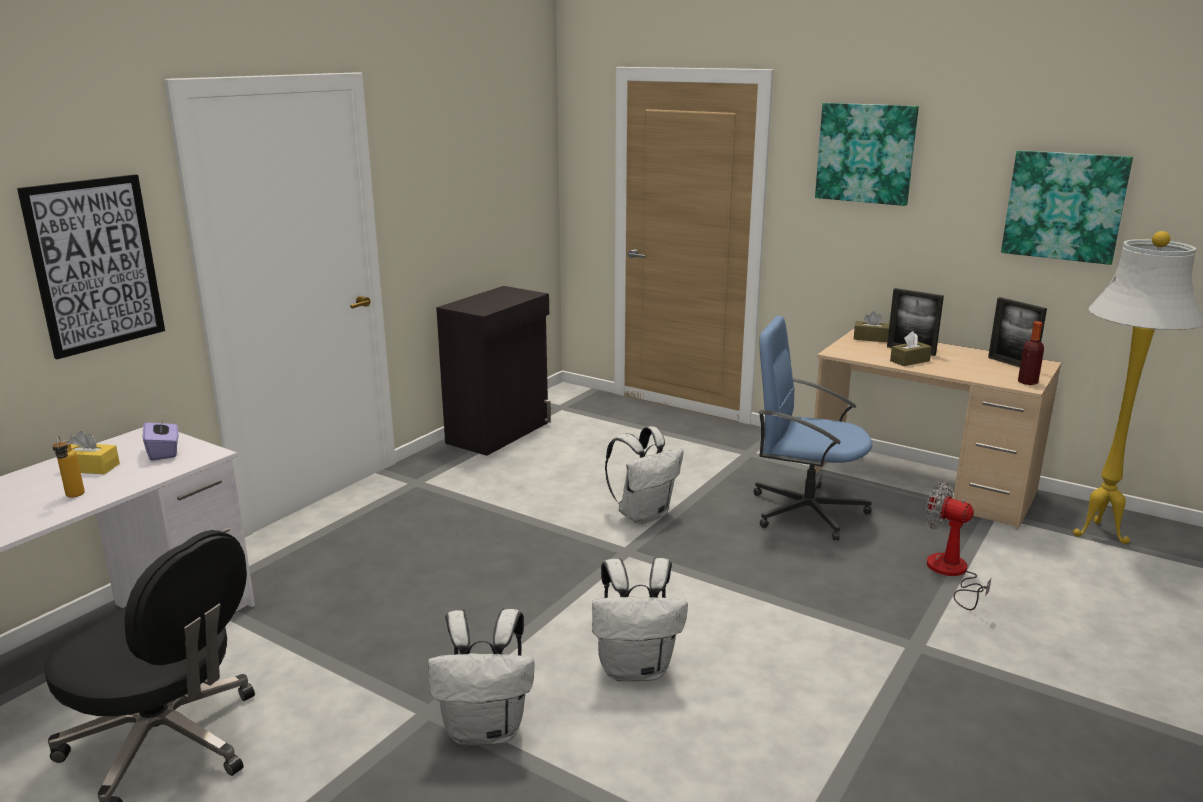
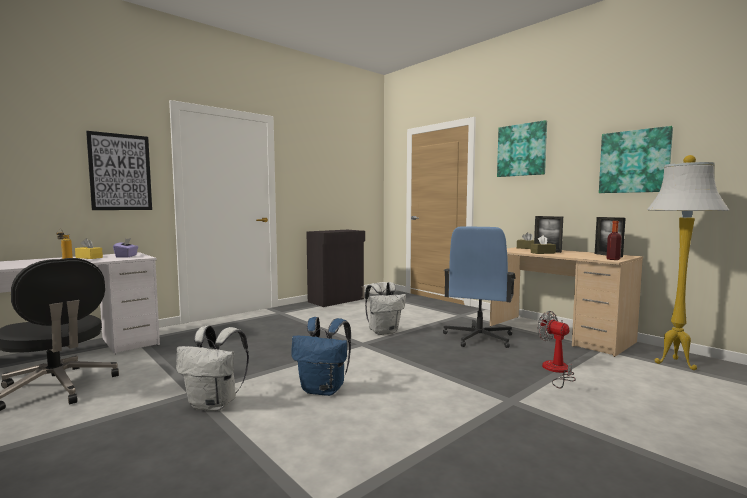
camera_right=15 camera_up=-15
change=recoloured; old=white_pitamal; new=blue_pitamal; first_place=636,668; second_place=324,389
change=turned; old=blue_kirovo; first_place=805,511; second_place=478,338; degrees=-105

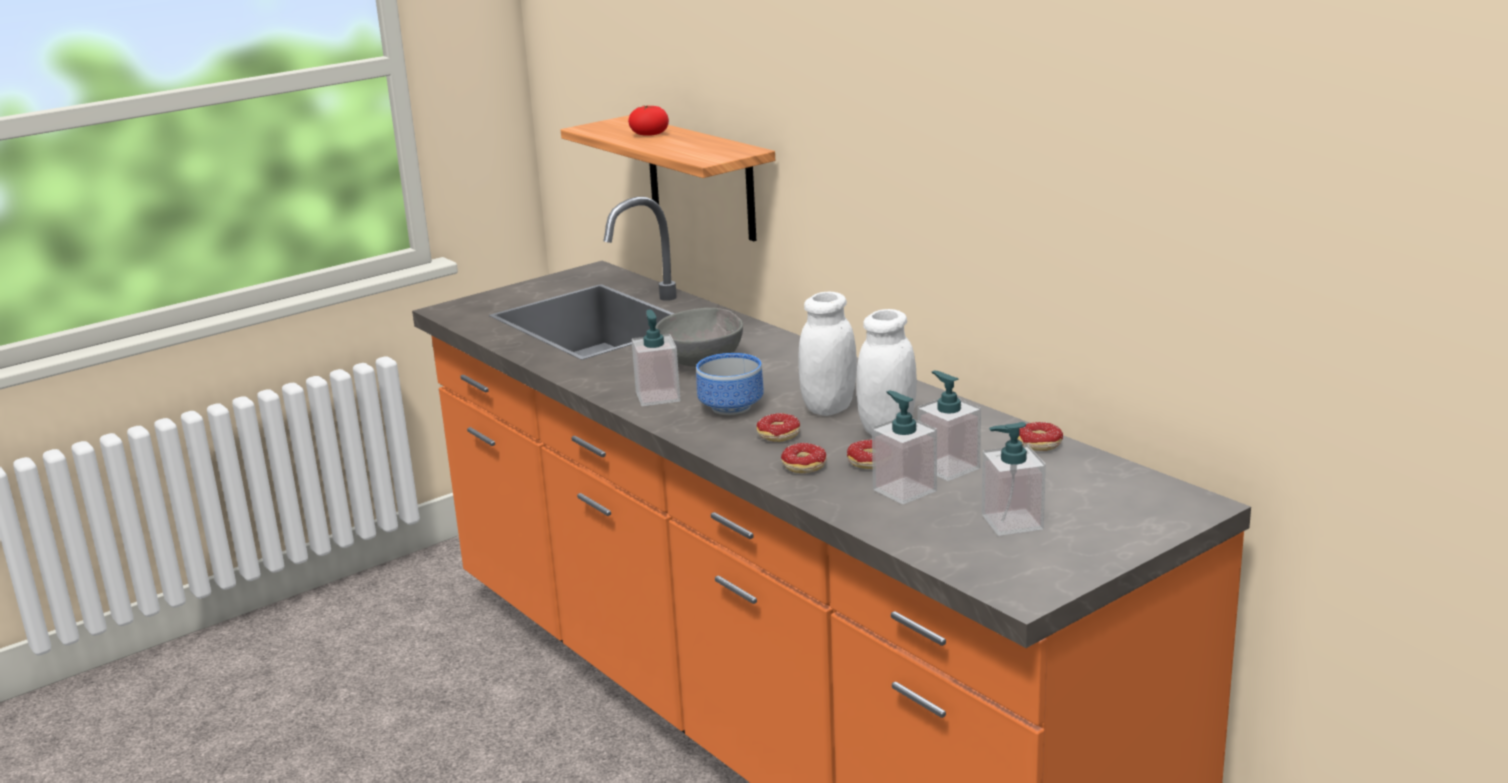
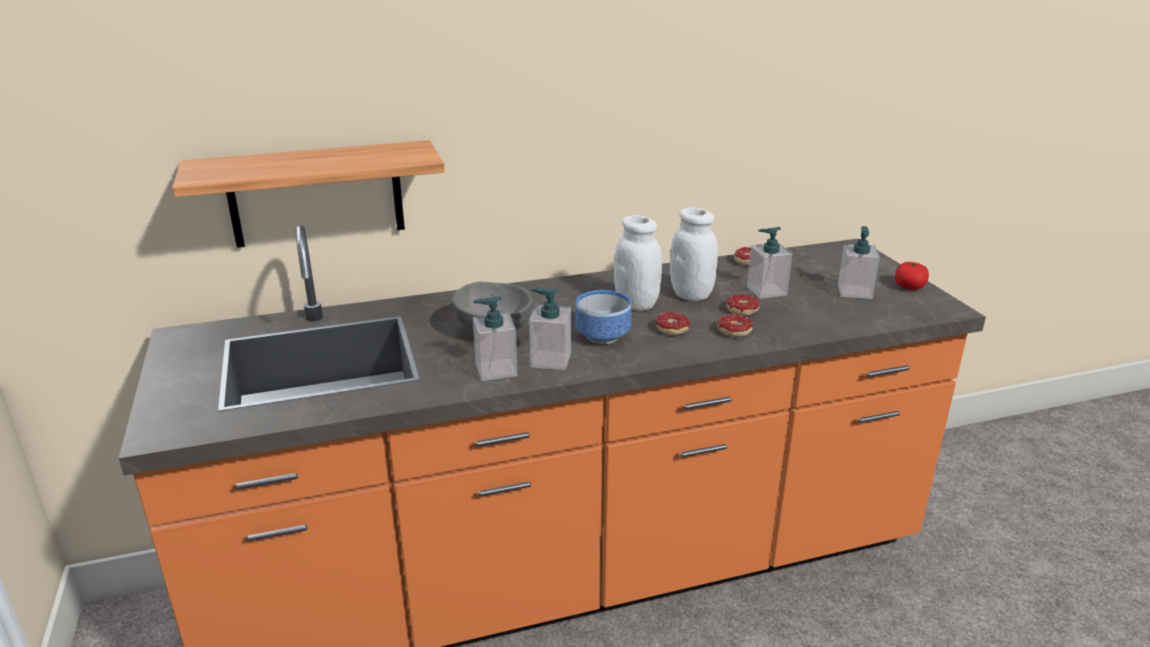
camera_right=-70 camera_up=5
change=moved; old=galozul; first_place=649,134; second_place=909,286
change=moved; old=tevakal; first_place=904,490; second_place=495,370

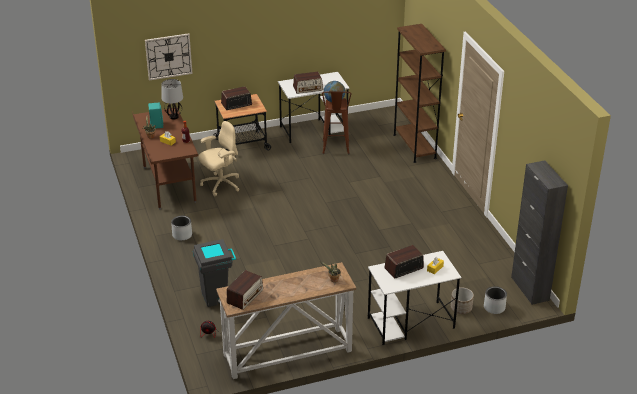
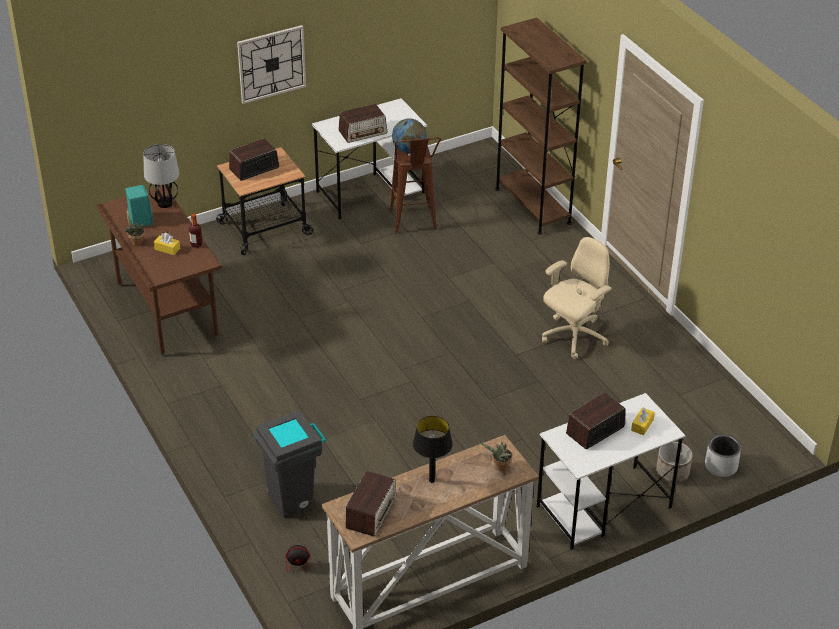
camera_right=-10 camera_up=5
change=removed; old=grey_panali; first_place=182,235
change=removed; old=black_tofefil; first_place=530,289
change=added; new=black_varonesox; second_place=432,480
change=moved; old=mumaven; first_place=168,56; second_place=271,64
change=moved; old=beige_kirovo; first_place=220,185; second_place=573,337

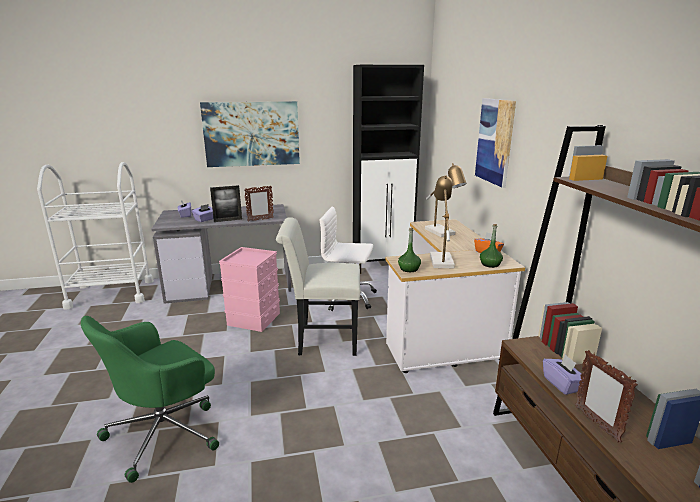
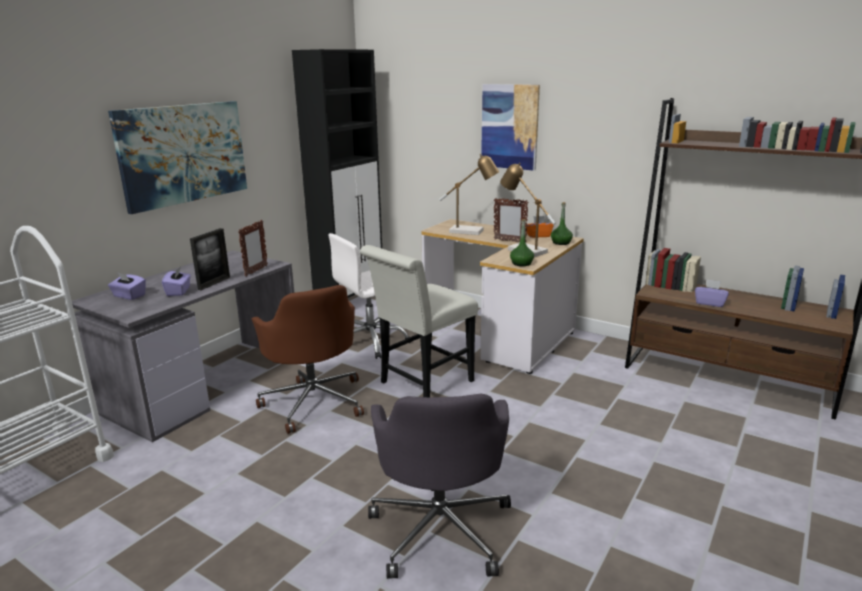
camera_right=-45 camera_up=0
change=moved; old=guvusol; first_place=596,424; second_place=509,241
change=replaced; old=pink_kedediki; new=brown_kirovo; first_place=253,319; second_place=314,401
change=recoloured; old=green_kirovo; new=grey_kirovo; first_place=166,432; second_place=441,528

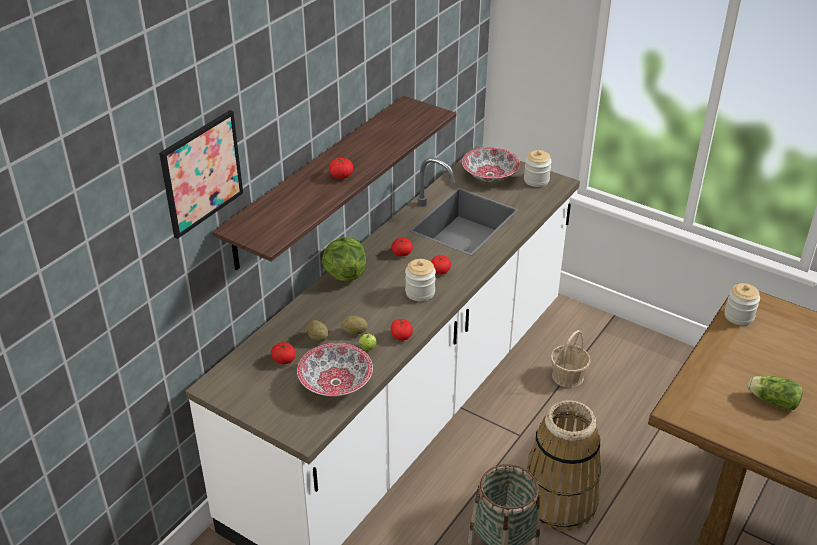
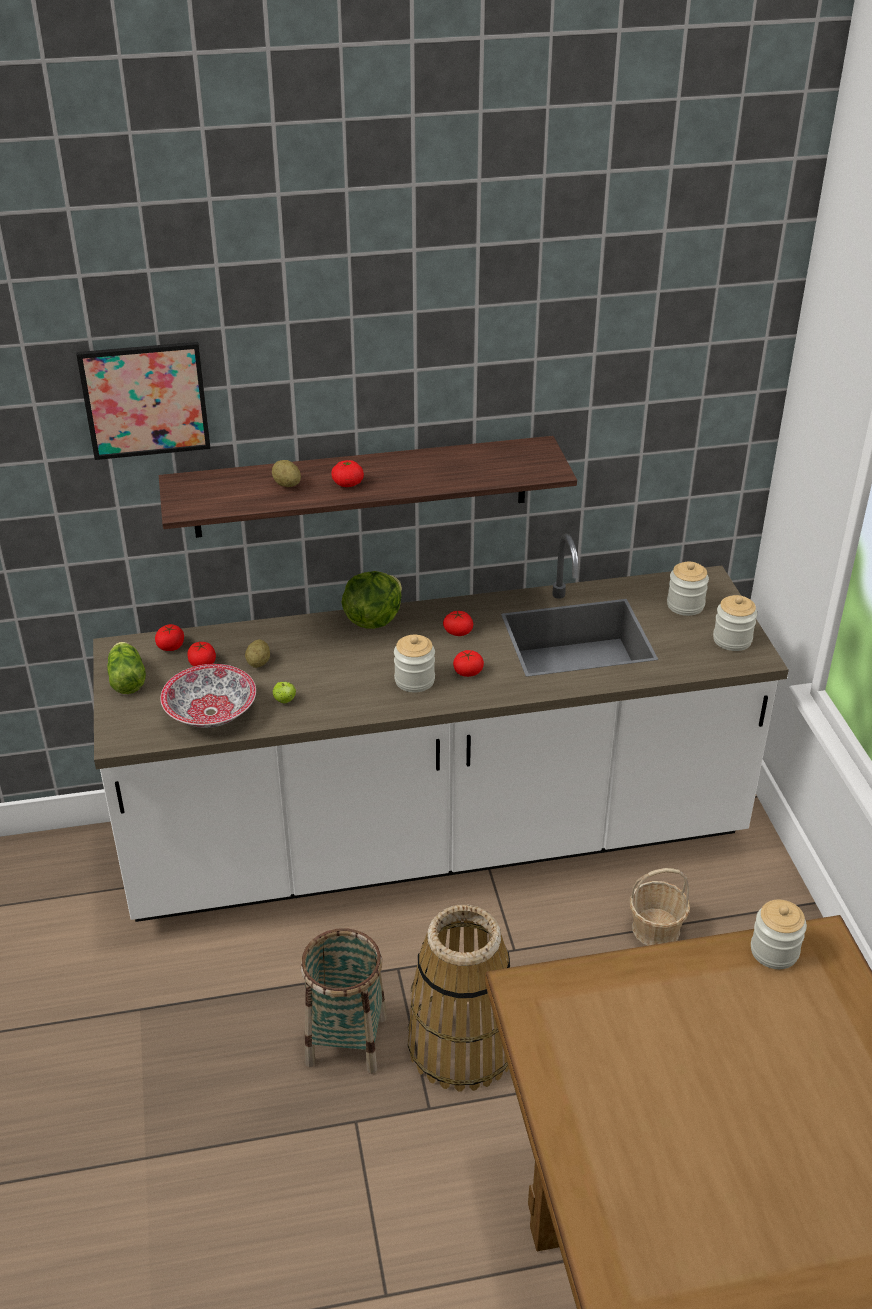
camera_right=45 camera_up=0
change=moved; old=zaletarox; first_place=354,332; second_place=287,484
change=moved; old=galozul; first_place=401,336; second_place=171,646
change=moved; old=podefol; first_place=771,400; second_place=127,678
change=replaced; old=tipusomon; new=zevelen; first_place=490,175; second_place=685,605

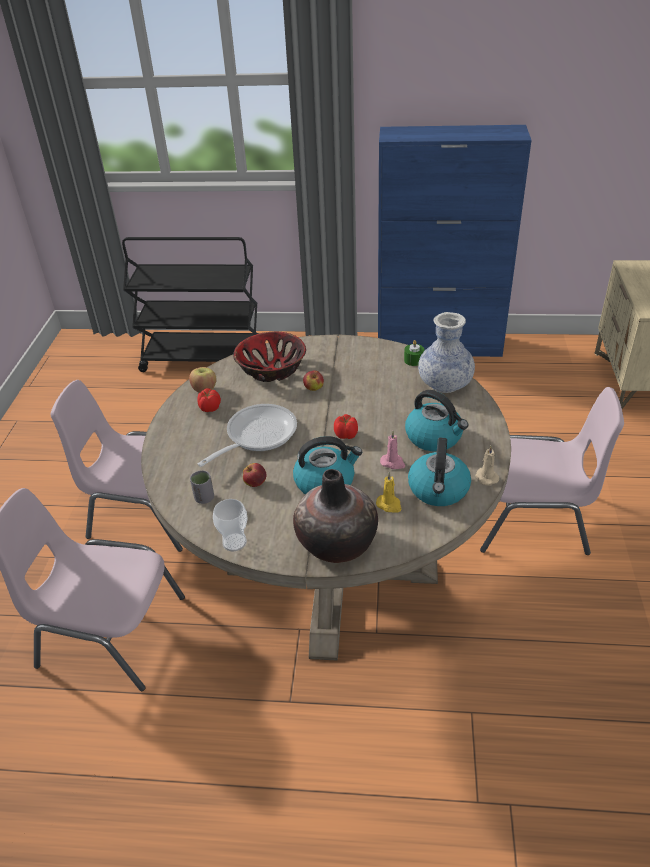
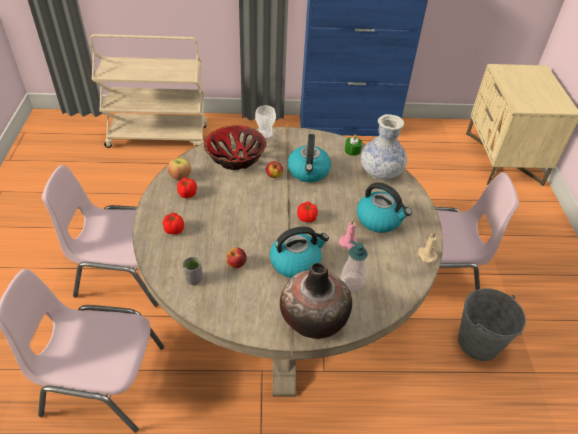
camera_right=-10 camera_up=5
change=removed; old=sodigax; first_place=256,436
change=added; new=galozul; second_place=174,229
change=added; new=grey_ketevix; second_place=478,342
change=moved; old=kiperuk; first_place=234,542; second_place=265,134
change=moved; old=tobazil; first_place=438,490; second_place=308,172
change=replaced; old=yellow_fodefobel; new=tevakal; first_place=389,505; second_place=352,282
change=recoloured; old=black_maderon; new=beige_maderon; first_place=203,359; second_place=159,136

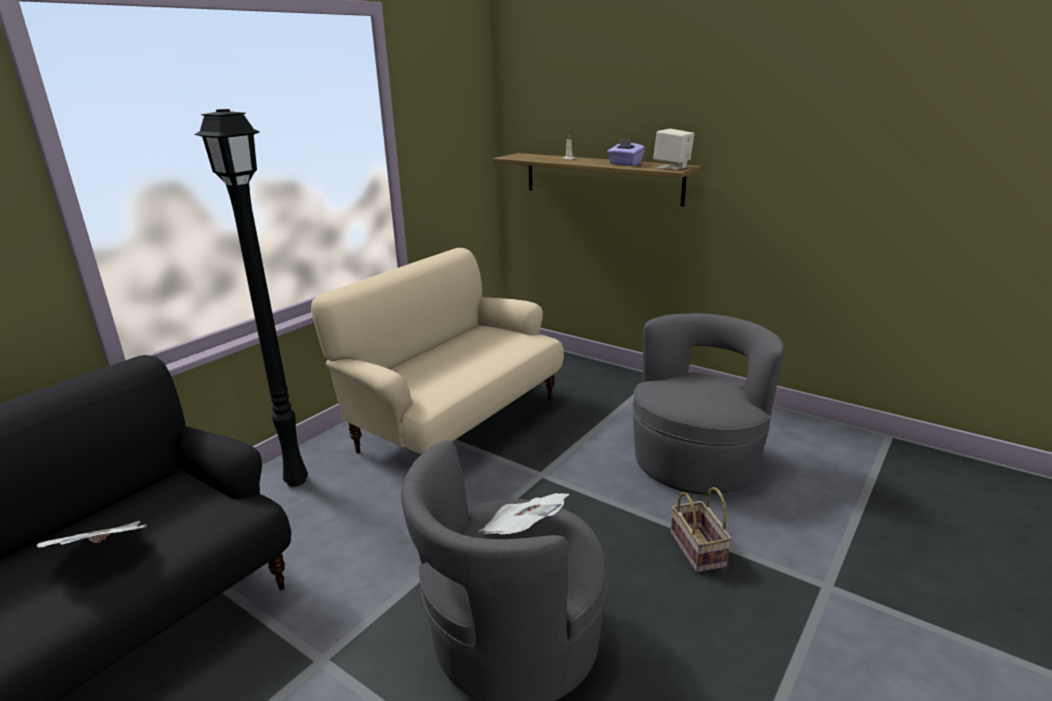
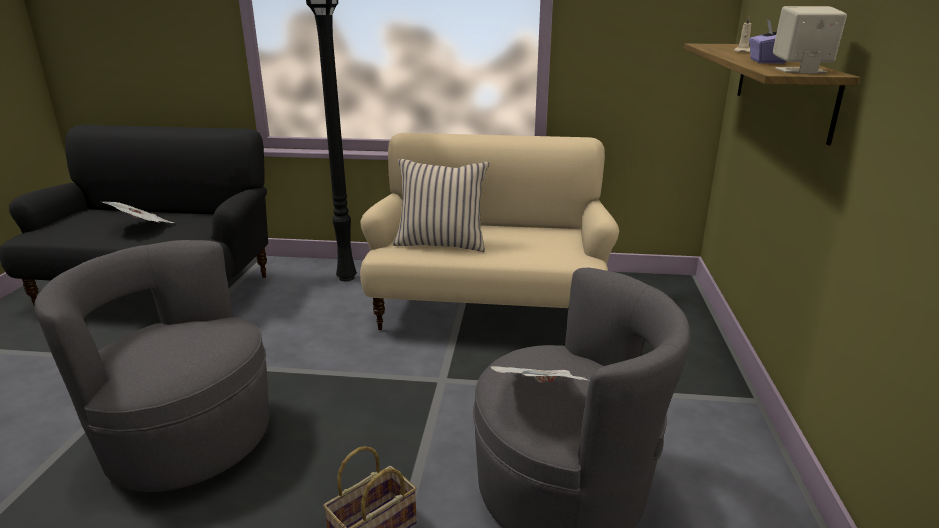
camera_right=60 camera_up=0
change=added; new=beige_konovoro; second_place=441,243
change=moved; old=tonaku; first_place=523,532; second_place=541,395

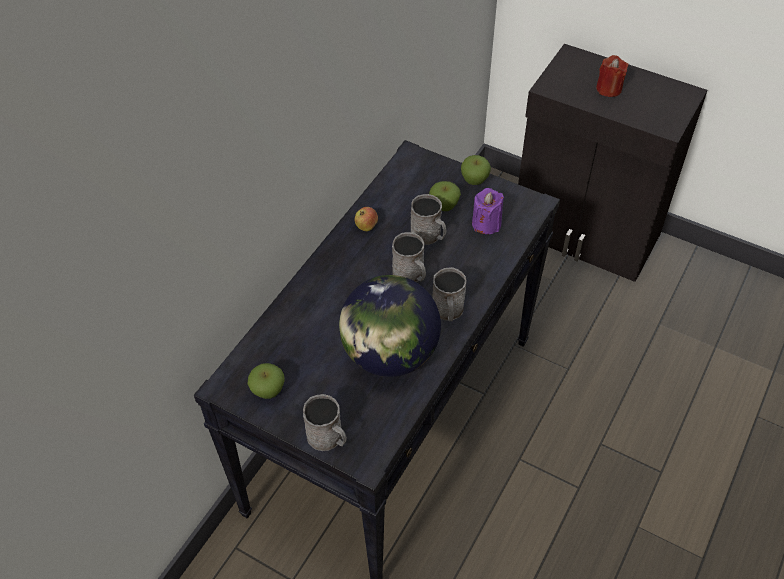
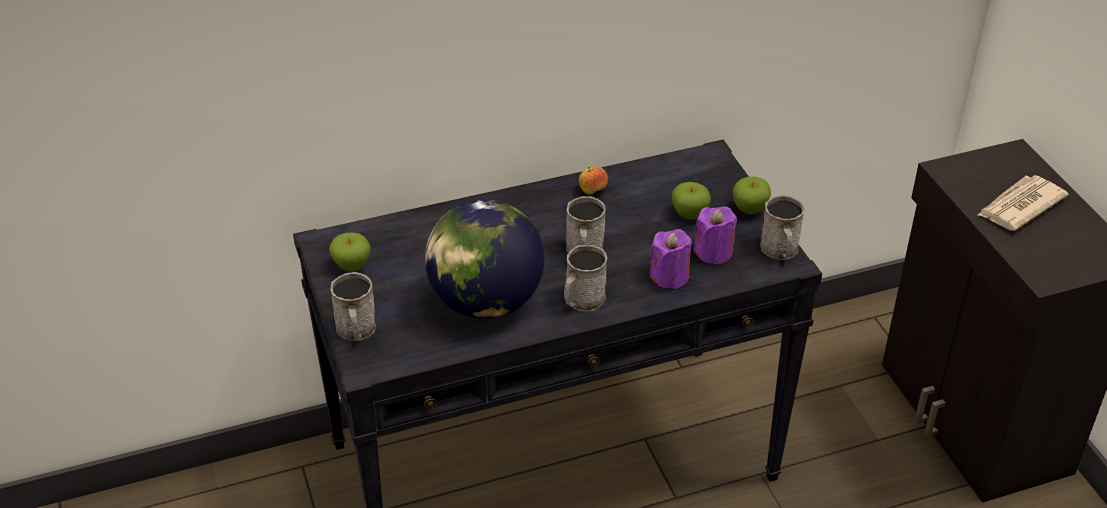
camera_right=40 camera_up=-10
change=added; new=purple_fodefobel; second_place=669,276
change=moved; old=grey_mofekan; first_place=429,236; second_place=780,251
change=replaced; old=red_fodefobel; new=tonaku; first_place=609,89; second_place=1019,206

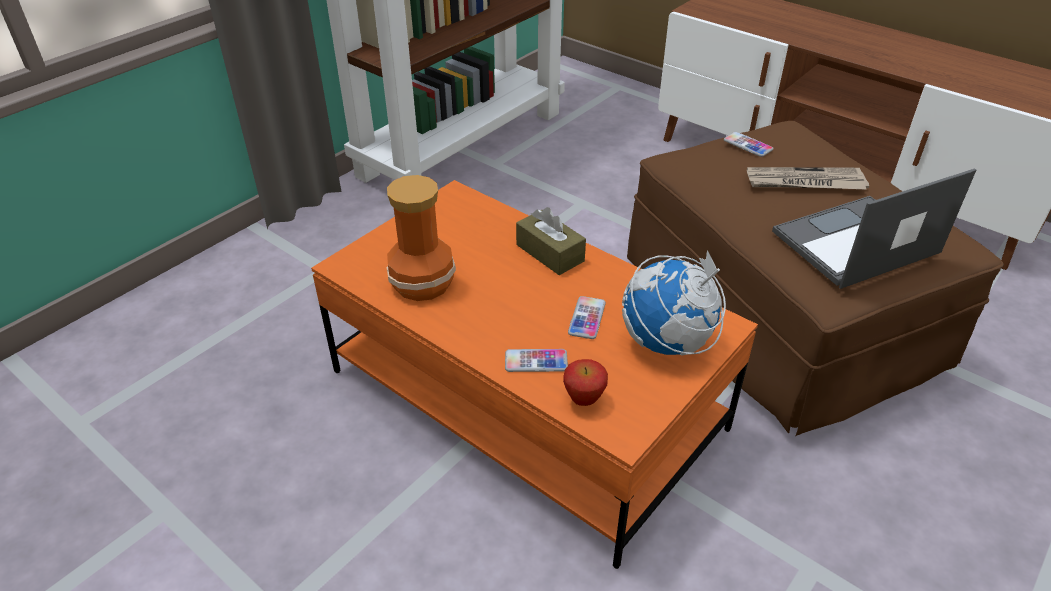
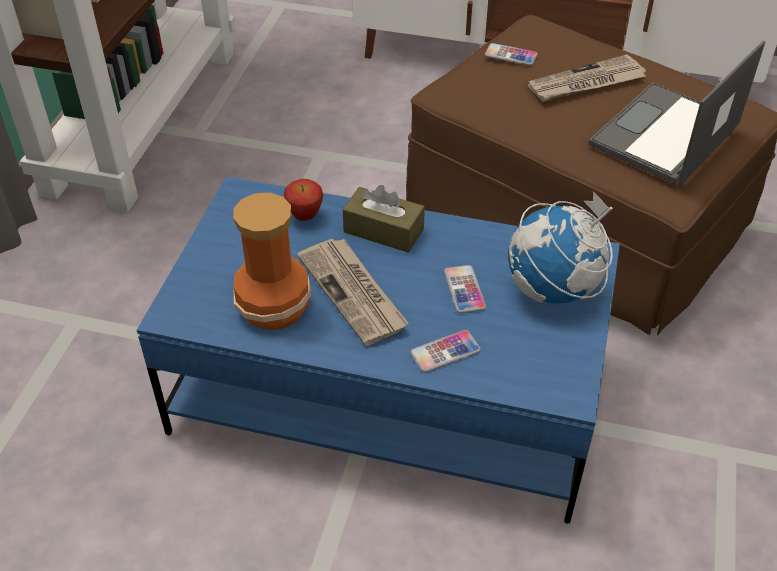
camera_right=-25 camera_up=5
change=added; new=tonaku; second_place=353,293
change=moved; old=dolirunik; first_place=584,400; second_place=305,217
change=recoloured; old=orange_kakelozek; new=blue_kakelozek; first_place=524,400; second_place=387,391

